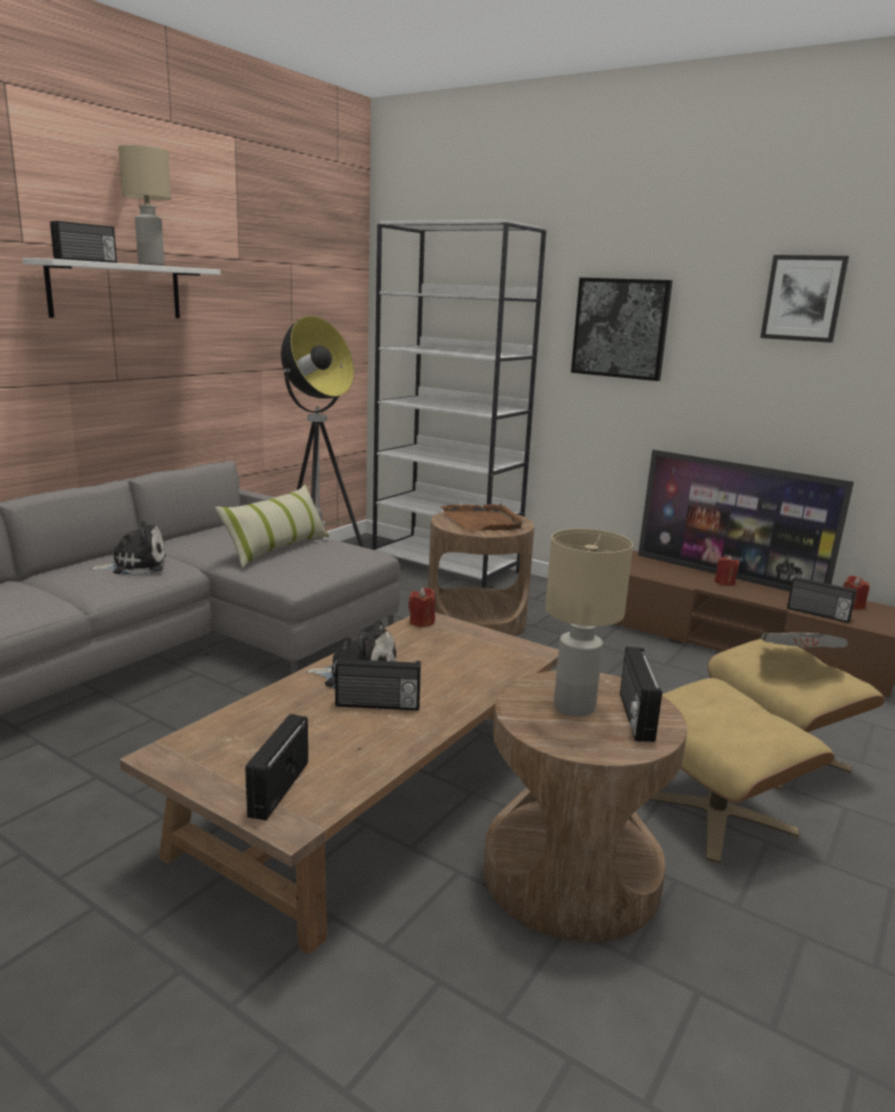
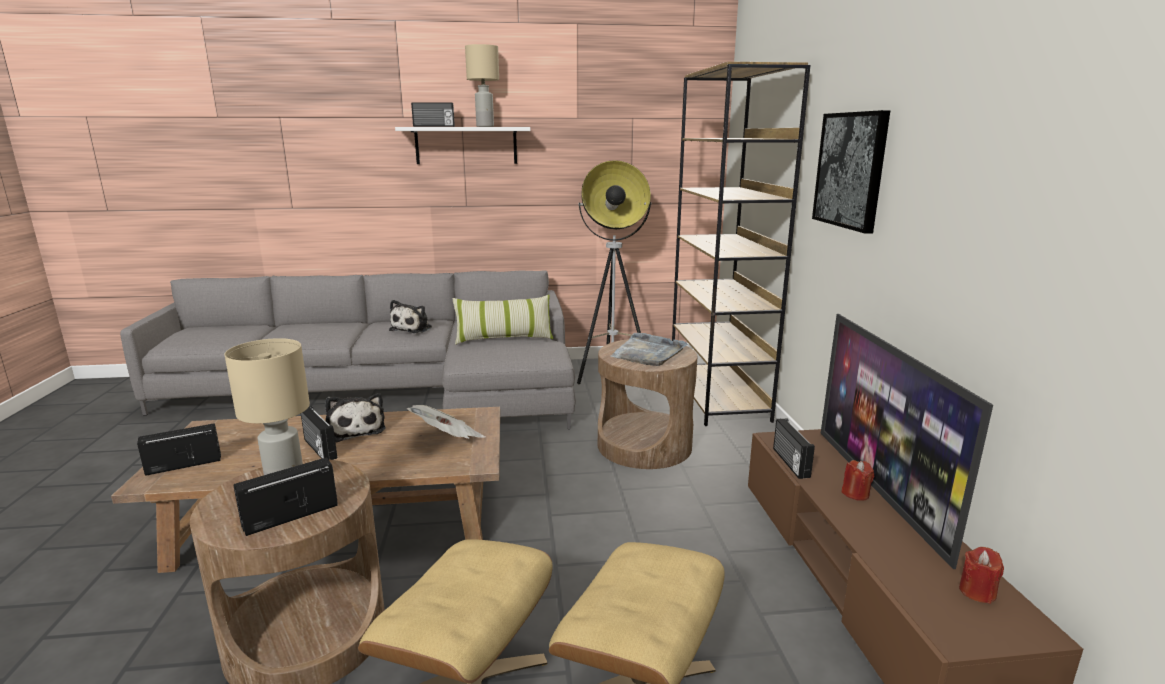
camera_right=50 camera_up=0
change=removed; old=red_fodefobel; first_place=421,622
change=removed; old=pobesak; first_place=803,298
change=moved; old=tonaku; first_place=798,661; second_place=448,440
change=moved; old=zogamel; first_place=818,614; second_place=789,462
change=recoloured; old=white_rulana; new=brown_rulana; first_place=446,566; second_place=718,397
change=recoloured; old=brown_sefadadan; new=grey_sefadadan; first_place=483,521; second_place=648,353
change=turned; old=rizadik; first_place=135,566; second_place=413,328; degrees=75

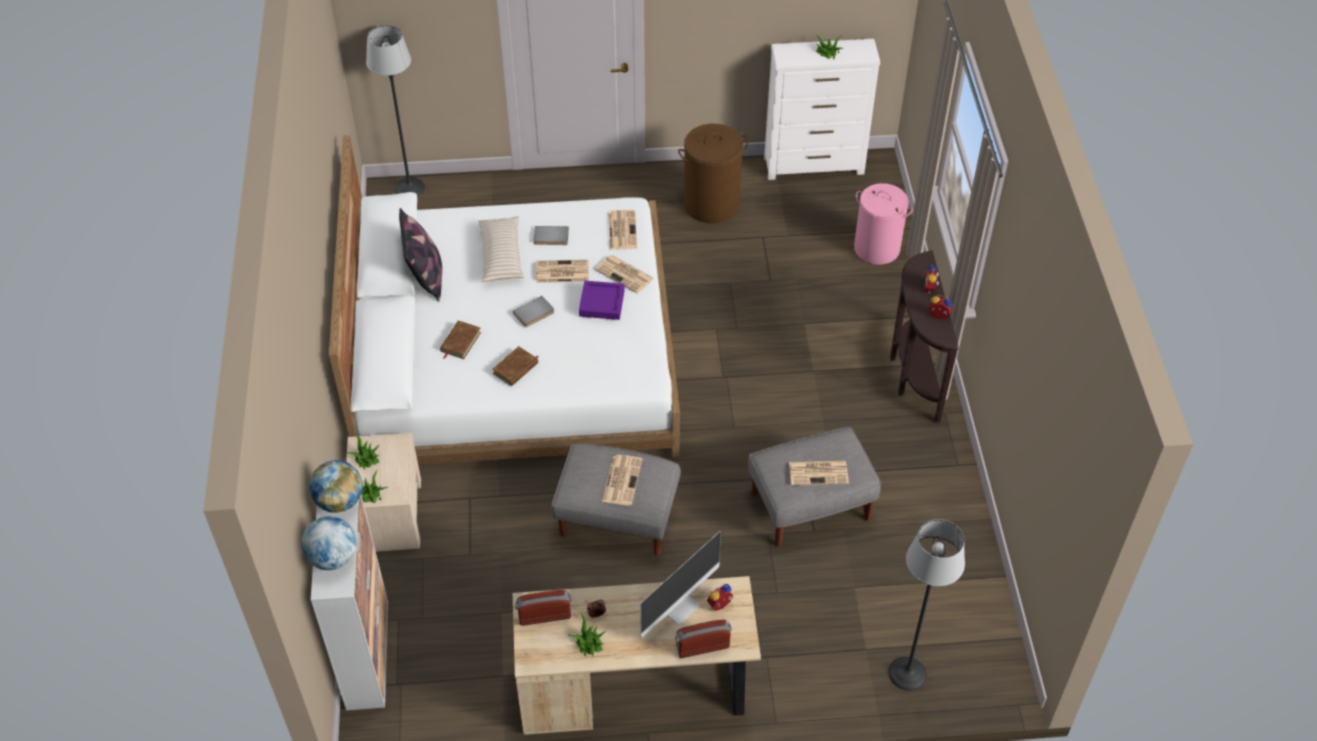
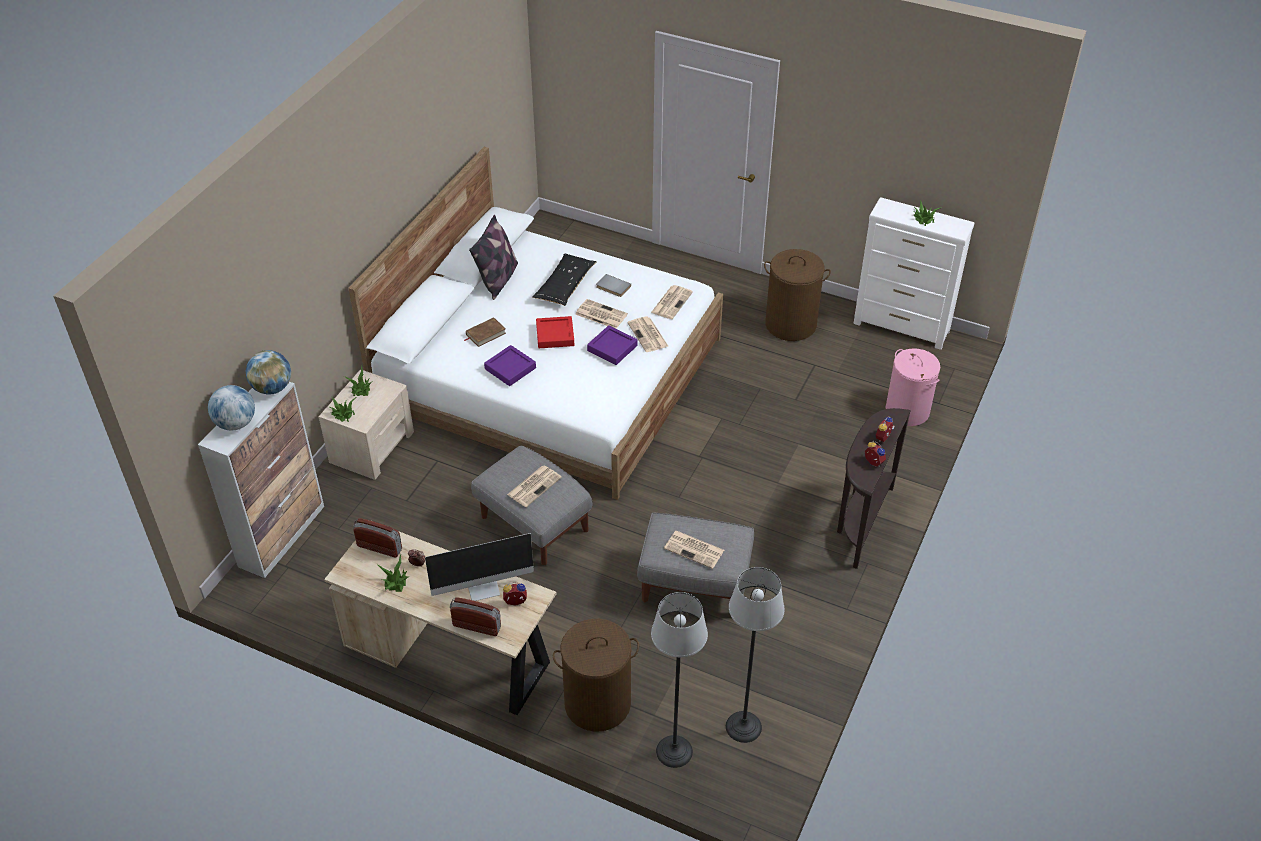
camera_right=30 camera_up=-5
change=added; new=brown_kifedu; second_place=597,704
change=moved; old=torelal; first_place=409,188; second_place=743,727
change=replaced; old=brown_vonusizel; new=purple_sefadadan; first_place=516,368; second_place=510,368
change=replaced; old=grey_vonusizel; new=red_sefadadan; first_place=534,313; second_place=555,335
change=recoloured; old=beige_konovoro; new=black_konovoro; first_place=501,255; second_place=565,286

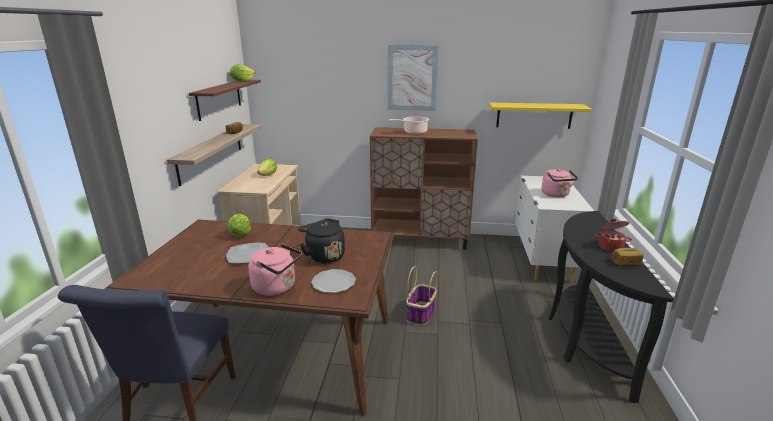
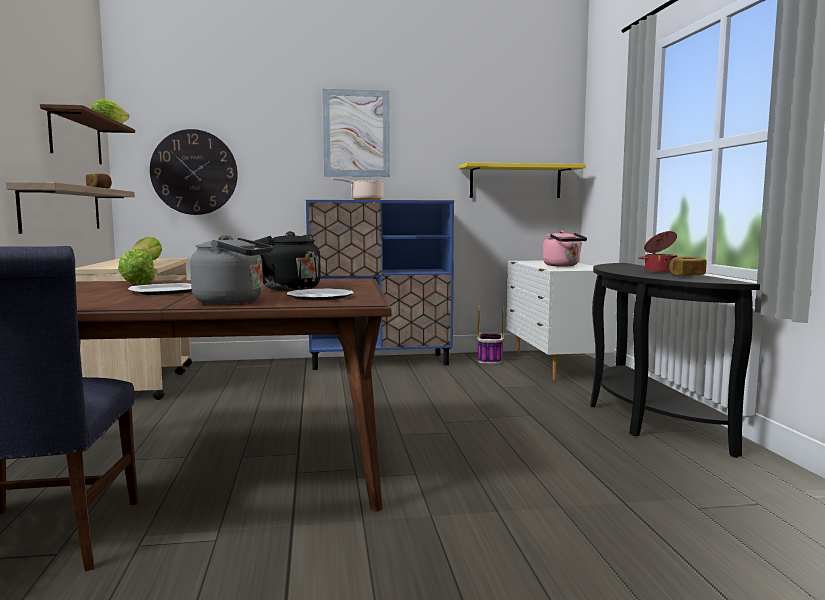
camera_right=-15 camera_up=-15
change=added; new=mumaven; second_place=194,172
change=moved; old=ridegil; first_place=421,314; second_place=490,359
change=recoloured; old=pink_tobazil; new=grey_tobazil; first_place=277,287; second_place=233,302
change=recoloured; old=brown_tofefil; new=blue_tofefil; first_place=420,240; second_place=380,361

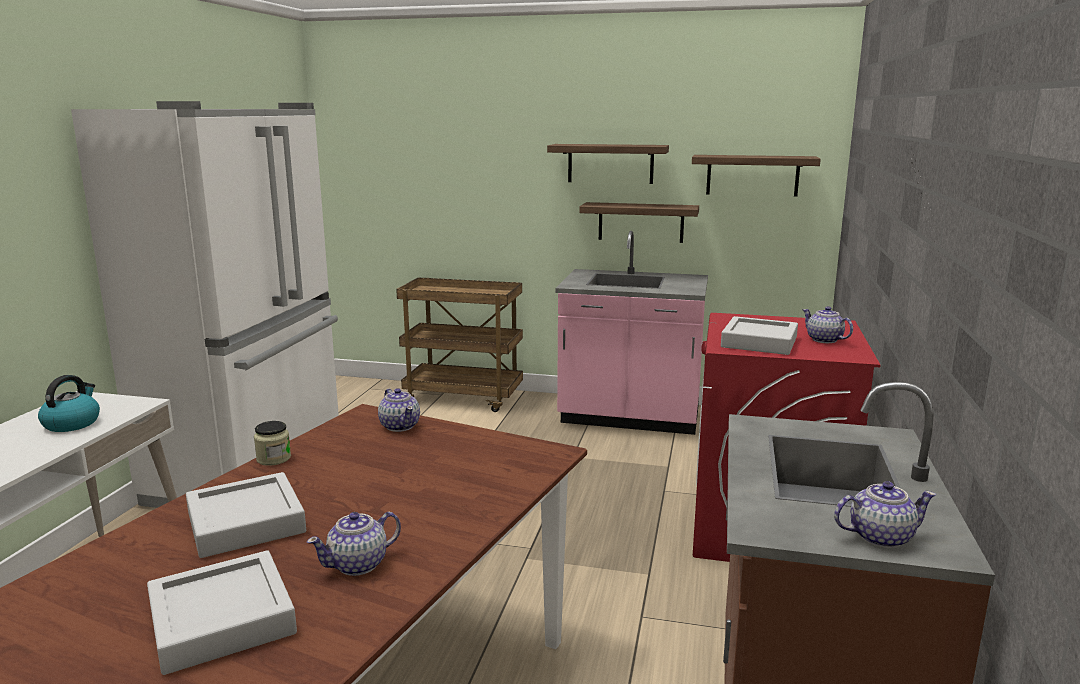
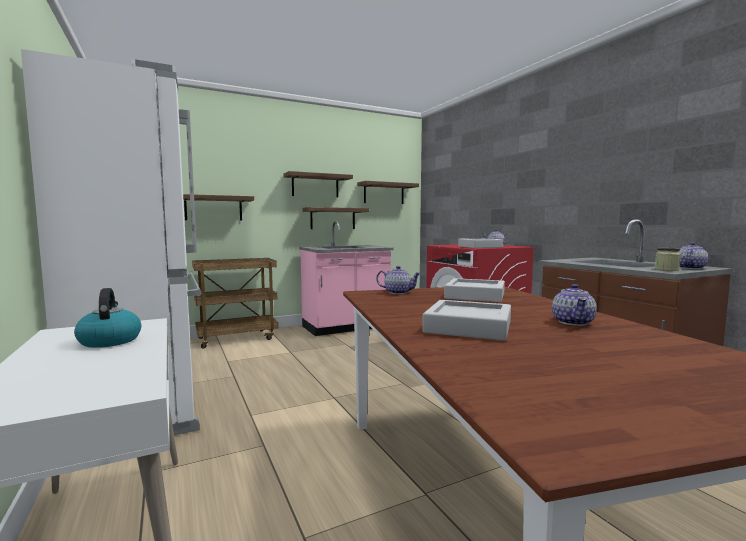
camera_right=-40 camera_up=-10
change=added; new=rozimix; second_place=213,208
change=moved; old=grey_sefadadan; first_place=222,620; second_place=475,295
change=moved; old=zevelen; first_place=273,458; second_place=666,269

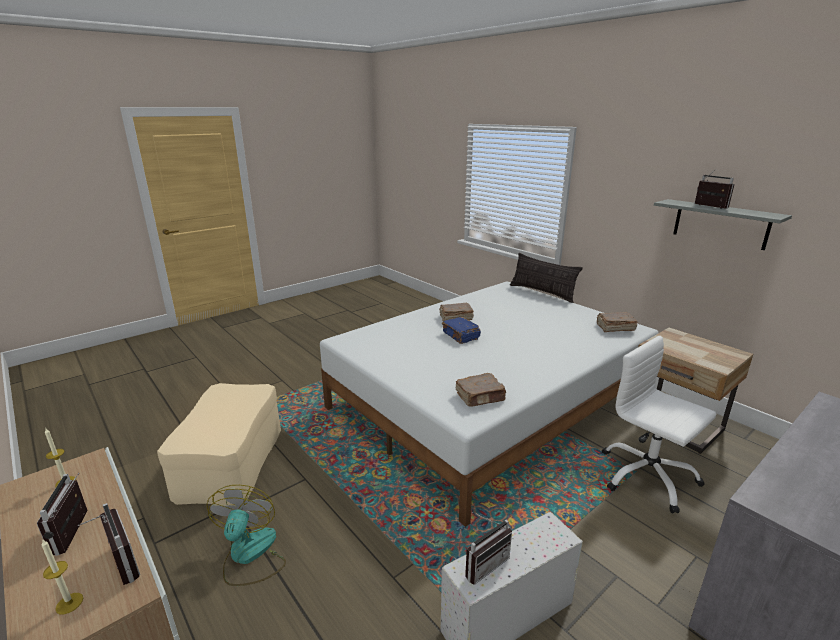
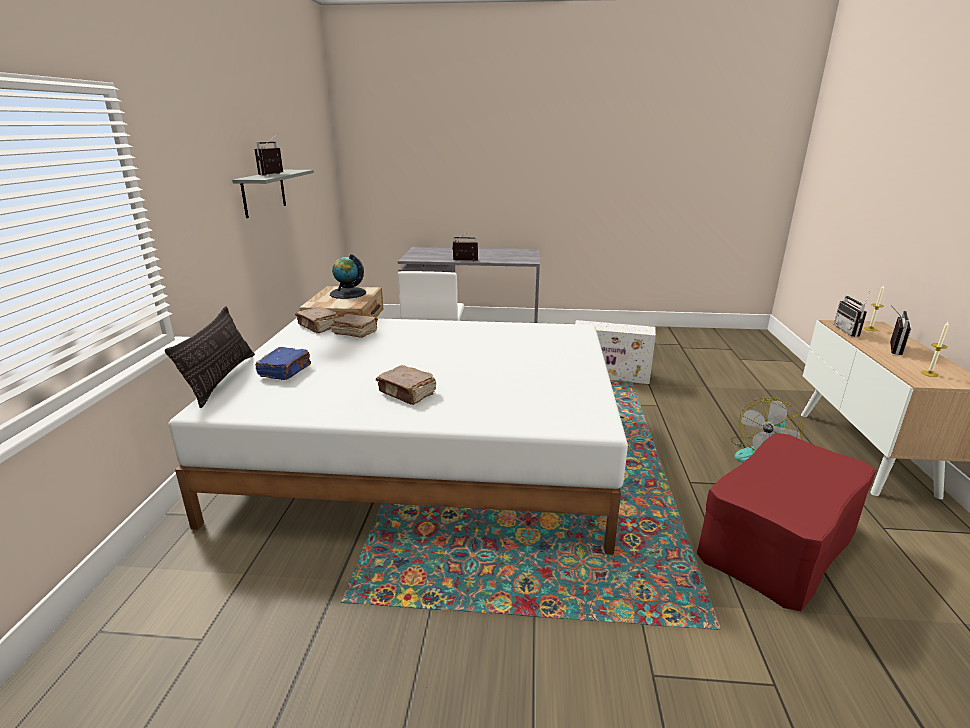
camera_right=-135 camera_up=0
change=added; new=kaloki; second_place=348,293
change=moved; old=blue_vonusizel; first_place=461,336; second_place=286,371
change=moved; old=brown_vonusizel; first_place=480,397; second_place=355,333
change=moved; old=zogamel; first_place=483,563; second_place=464,261
change=recoloured; old=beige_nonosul; new=red_nonosul; first_place=230,461; second_place=778,543

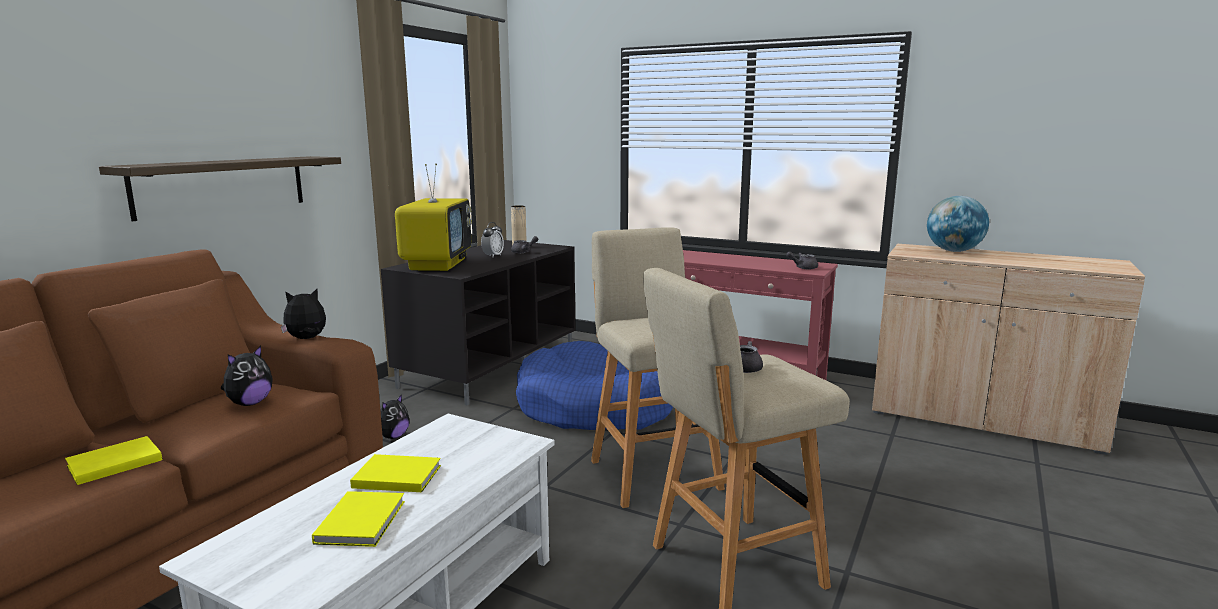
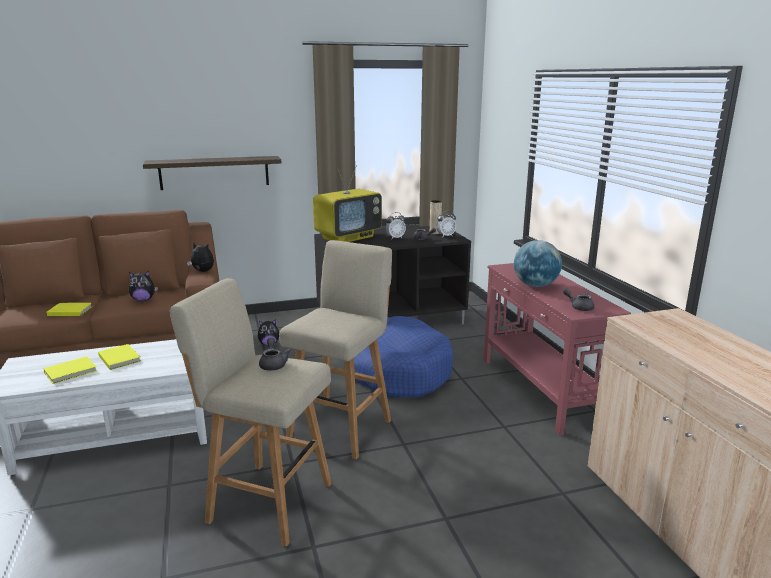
camera_right=45 camera_up=5
change=added; new=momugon; second_place=445,236
change=moved; old=kaloki; first_place=953,251; second_place=535,285

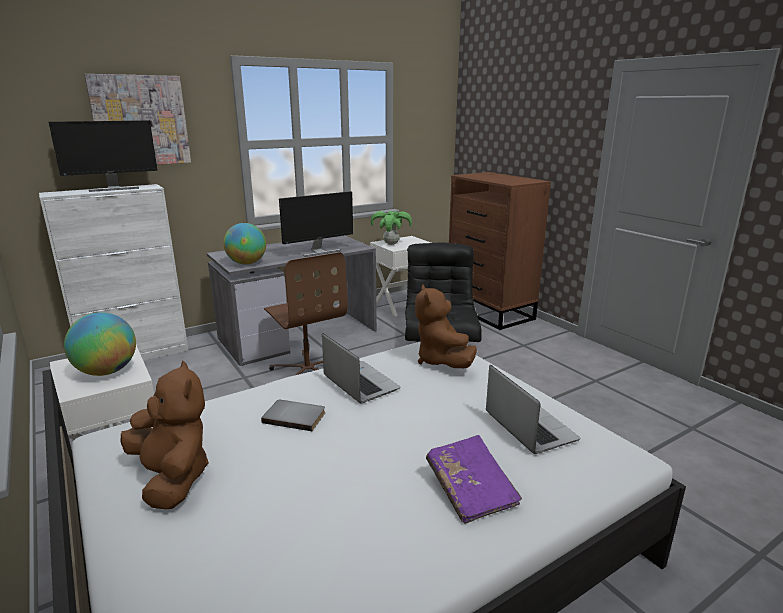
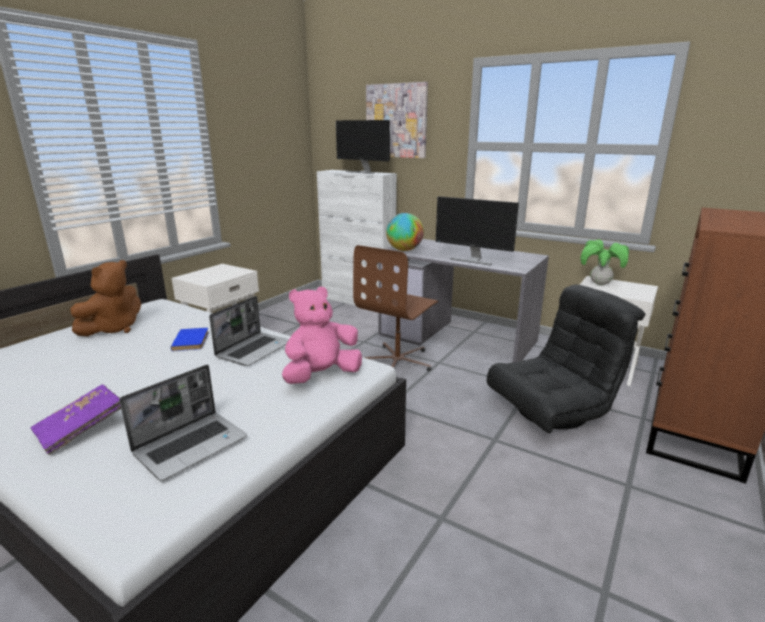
camera_right=65 camera_up=0
change=removed; old=kaloki; first_place=107,371
change=recoloured; old=grey_vonusizel; new=blue_vonusizel; first_place=295,416; second_place=192,341
change=recoloured; old=brown_rizadik; new=pink_rizadik; first_place=441,361; second_place=321,375

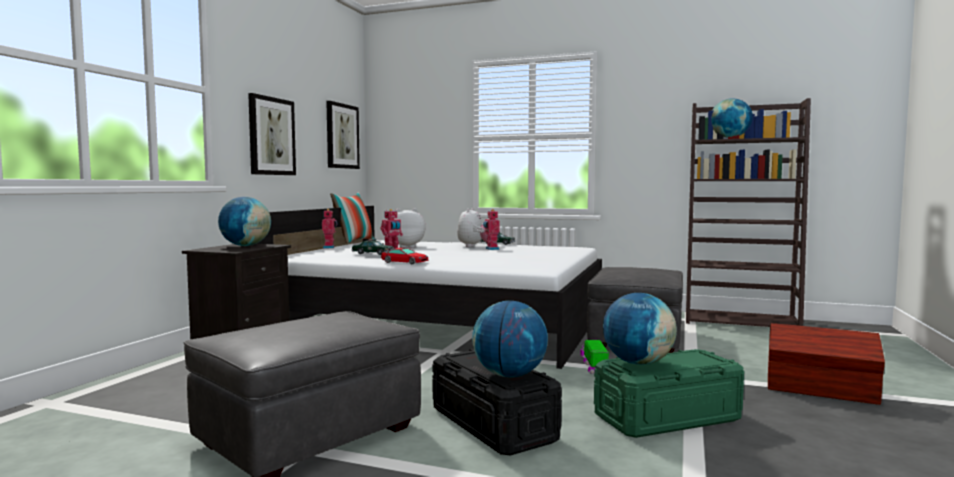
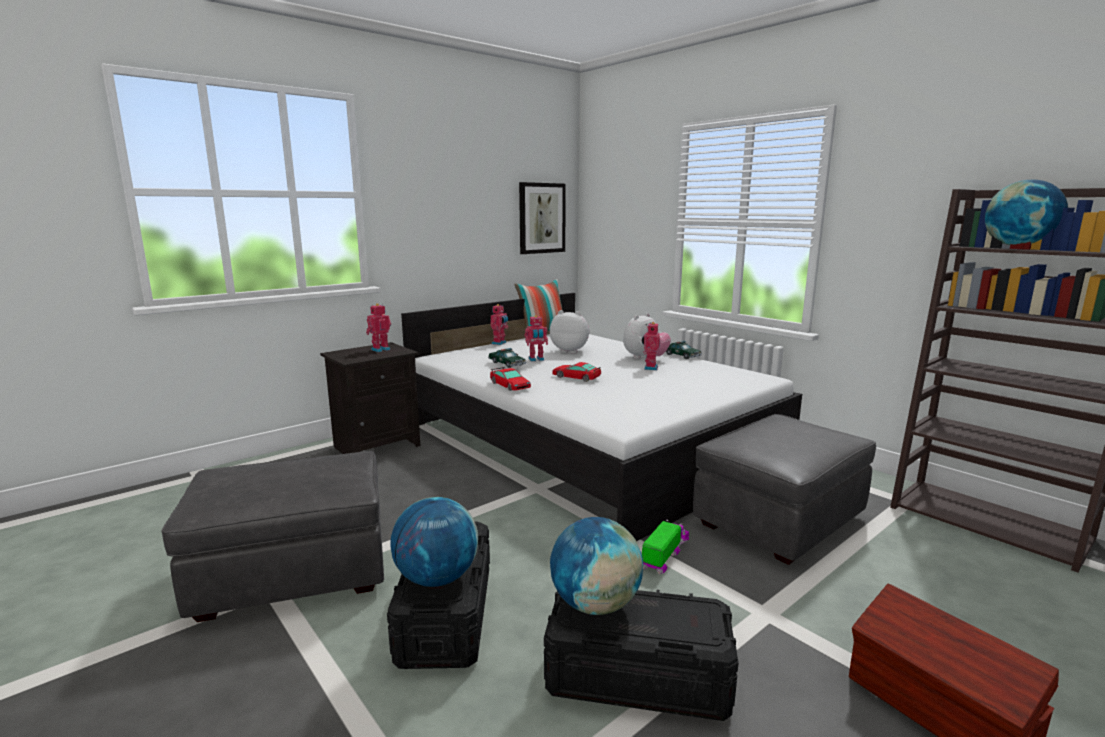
camera_right=30 camera_up=10
change=removed; old=pobesak; first_place=271,136
change=added; new=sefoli; second_place=576,377
change=replaced; old=kaloki; new=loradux; first_place=245,246; second_place=380,349
change=recoloured; old=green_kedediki; new=black_kedediki; first_place=667,417; second_place=638,678

